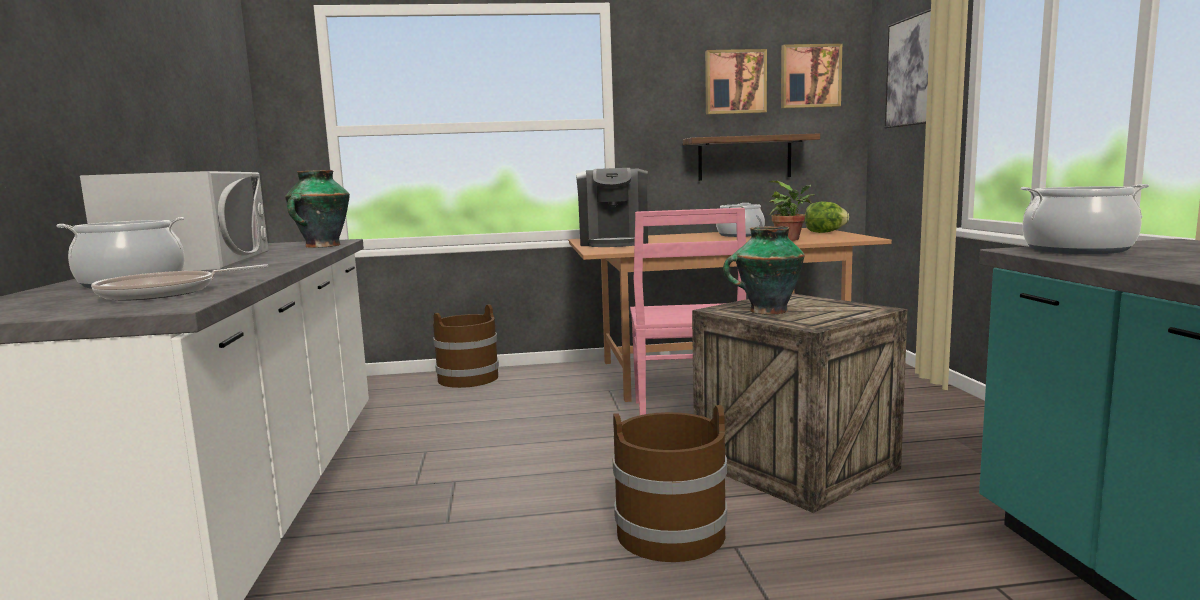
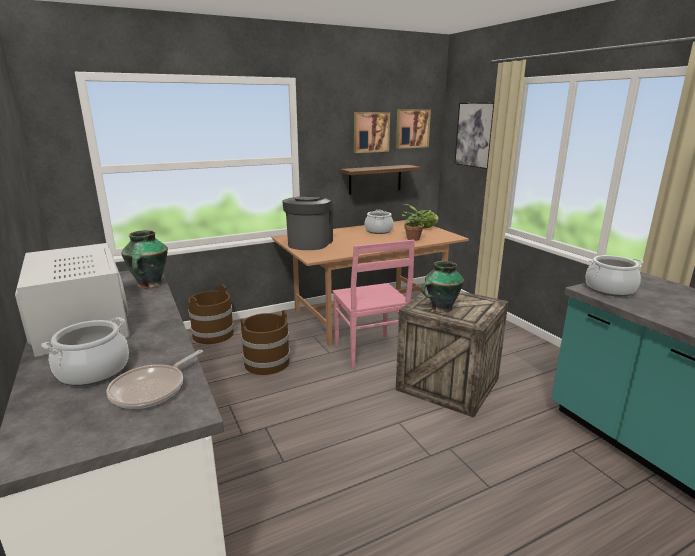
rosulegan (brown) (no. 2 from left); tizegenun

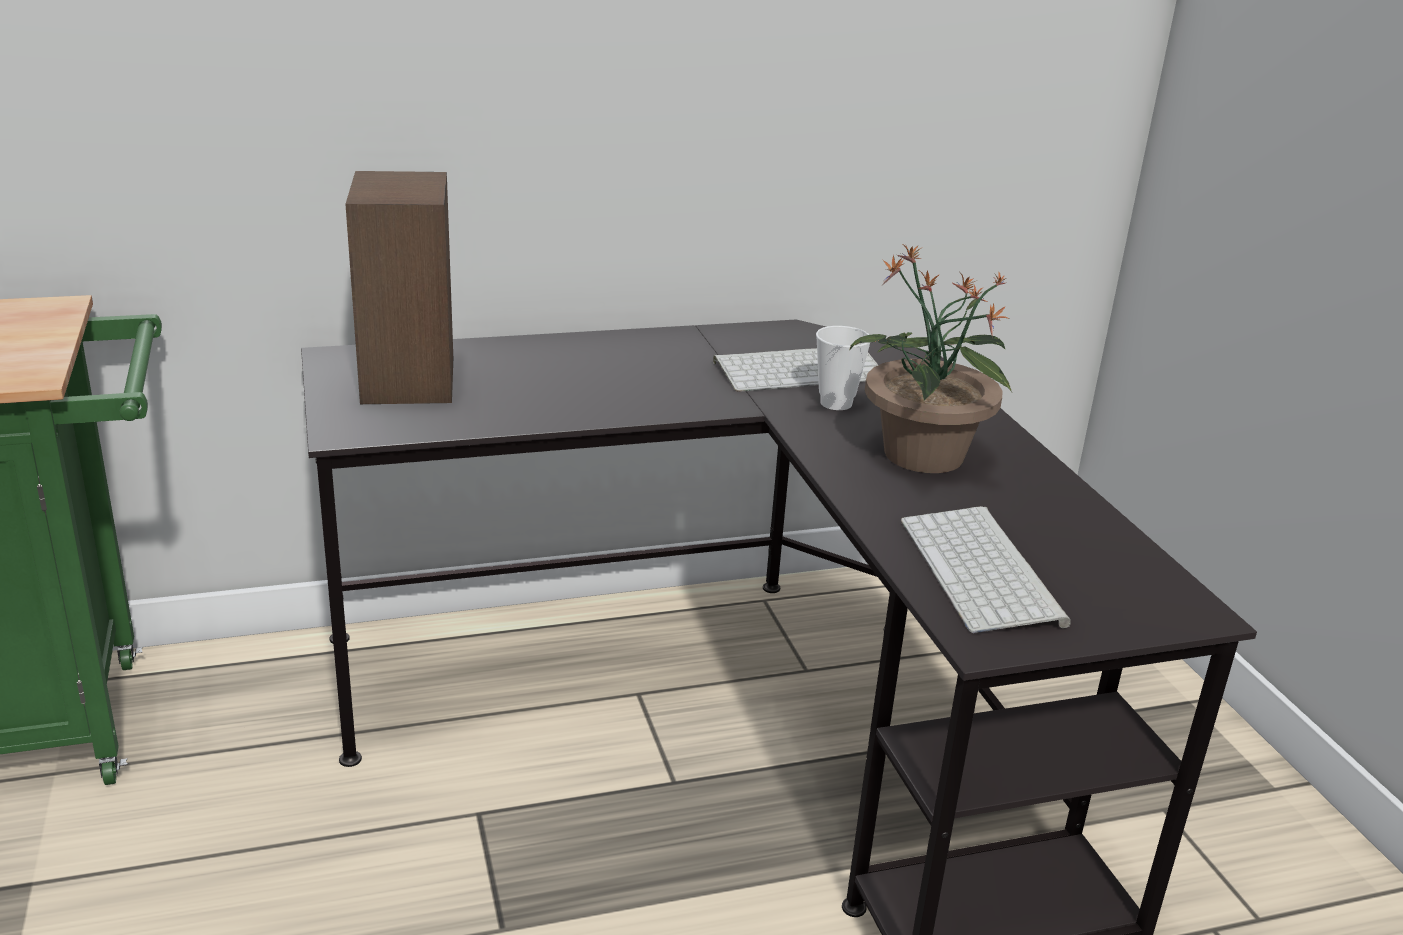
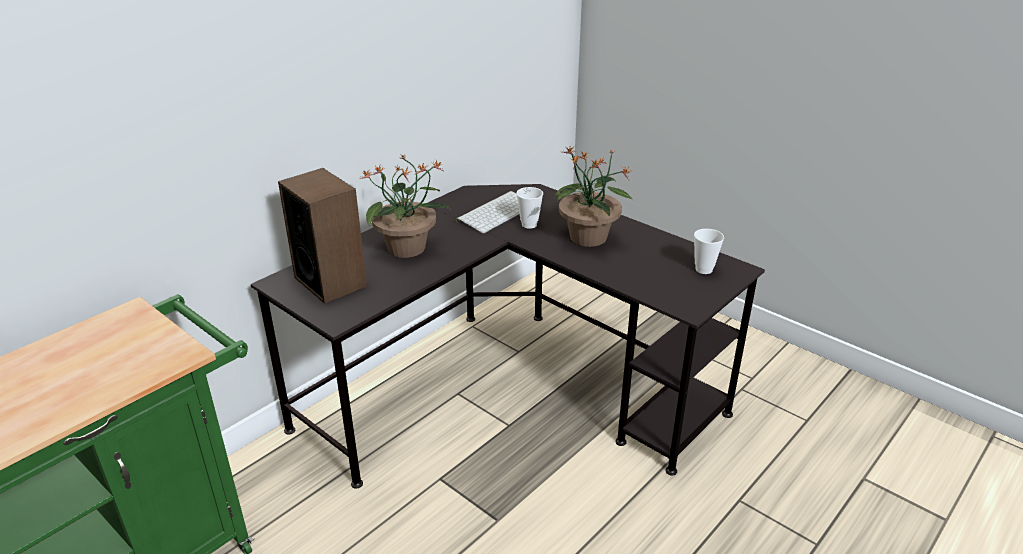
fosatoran (no. 2 from left in the first image); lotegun (no. 1 from left); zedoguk (no. 2 from left)

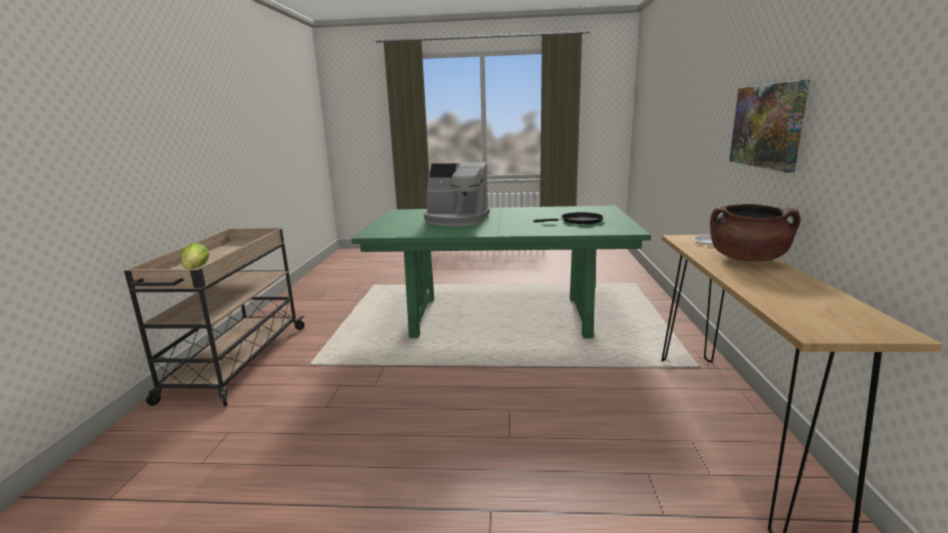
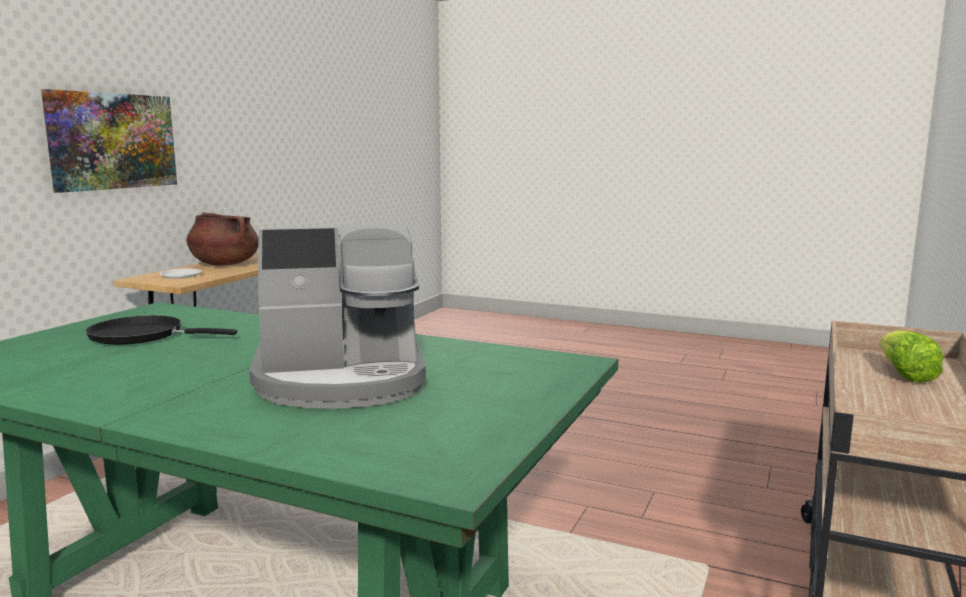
tizegenun

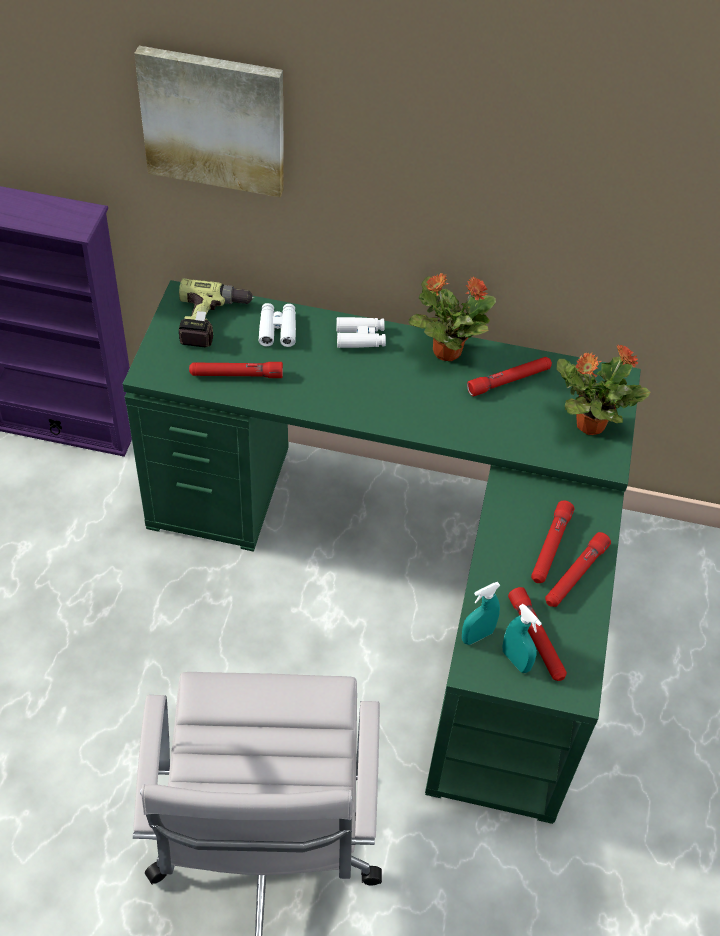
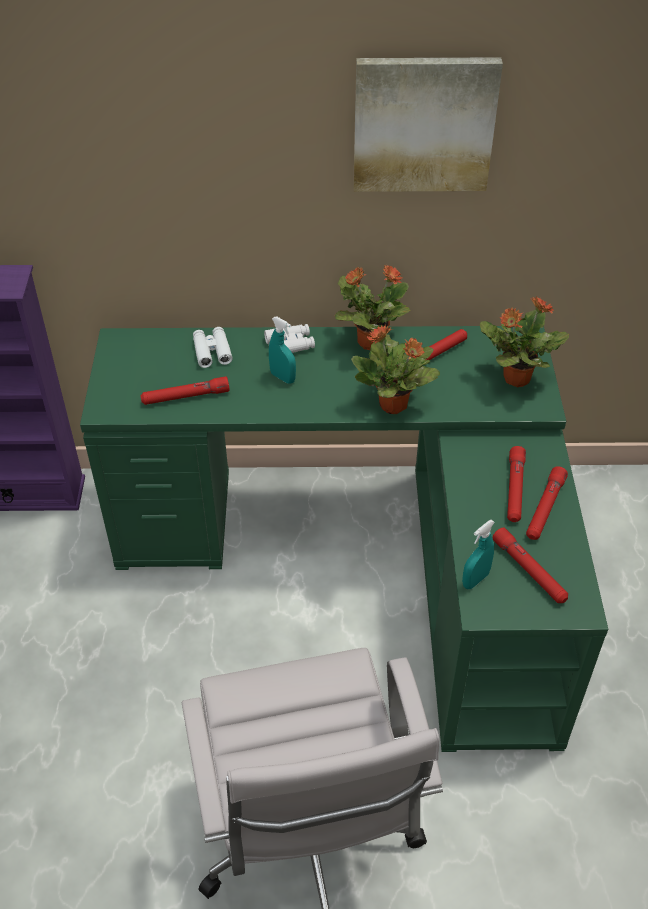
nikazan; lotegun (no. 2 from left); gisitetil; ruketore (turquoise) (no. 1 from left)

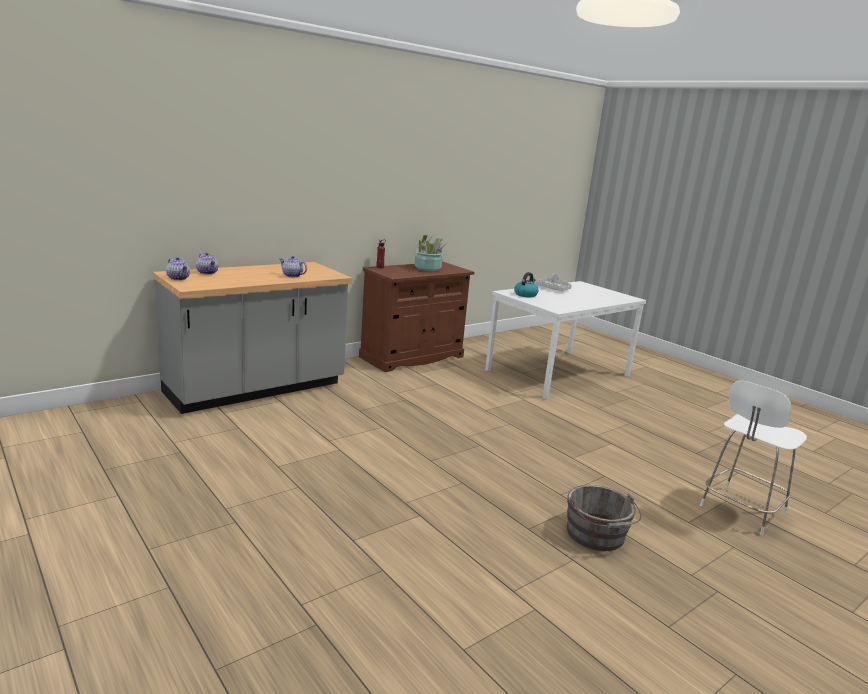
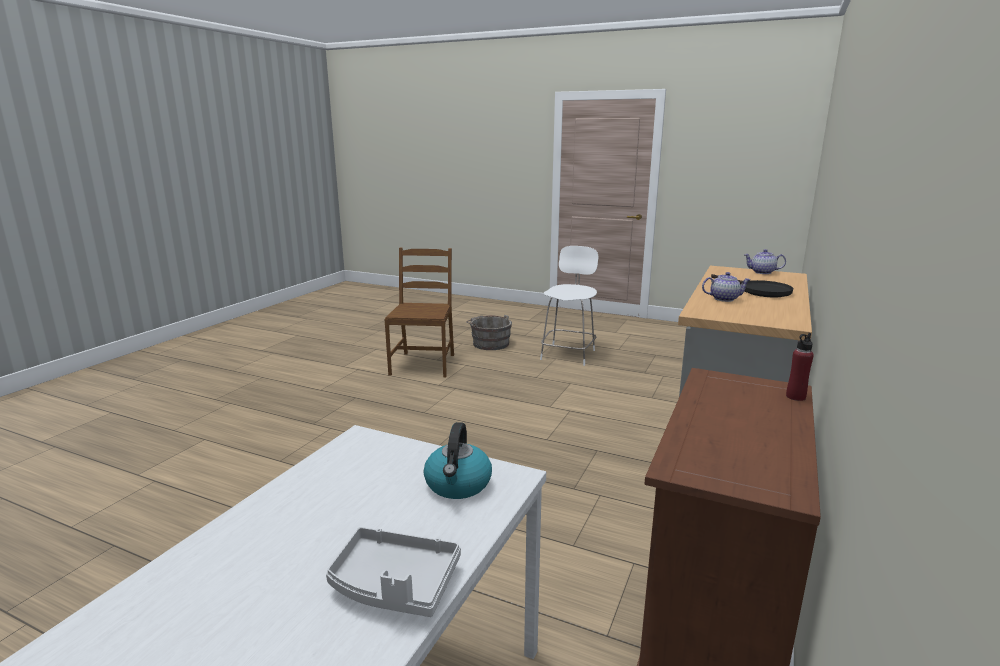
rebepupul (no. 2 from left in the first image); lotegun; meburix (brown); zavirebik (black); rosulegan (grey); meburix (white)

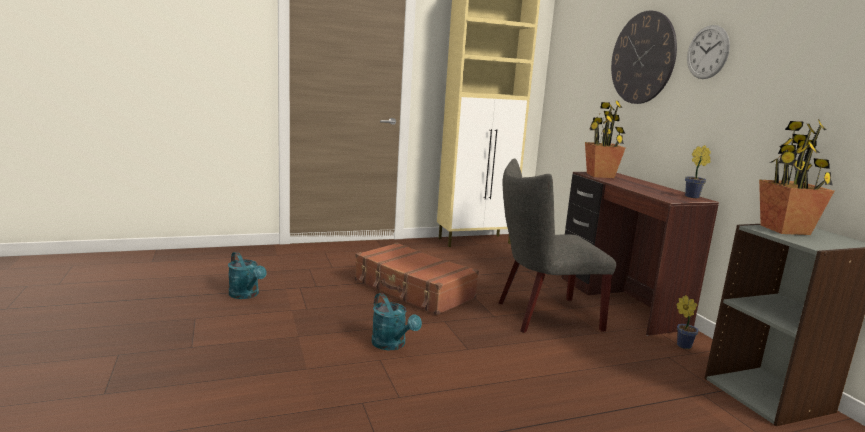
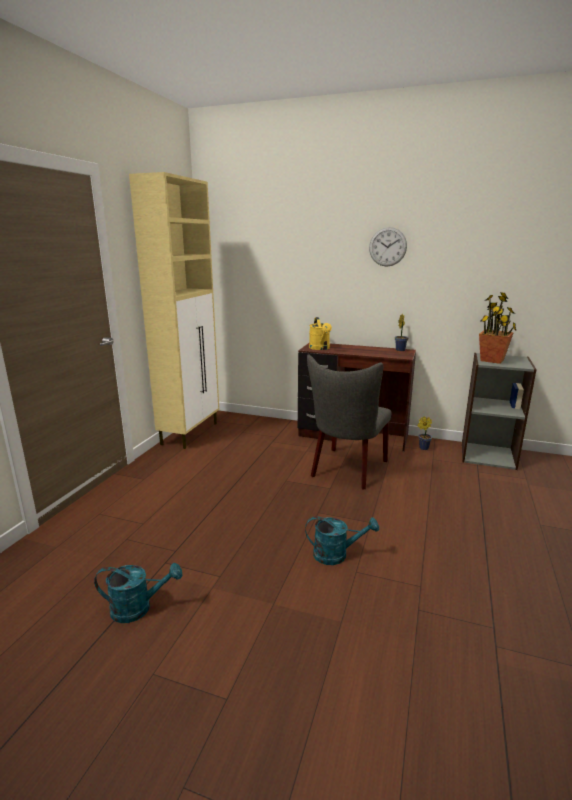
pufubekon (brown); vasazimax (no. 1 from left in the first image); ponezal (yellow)

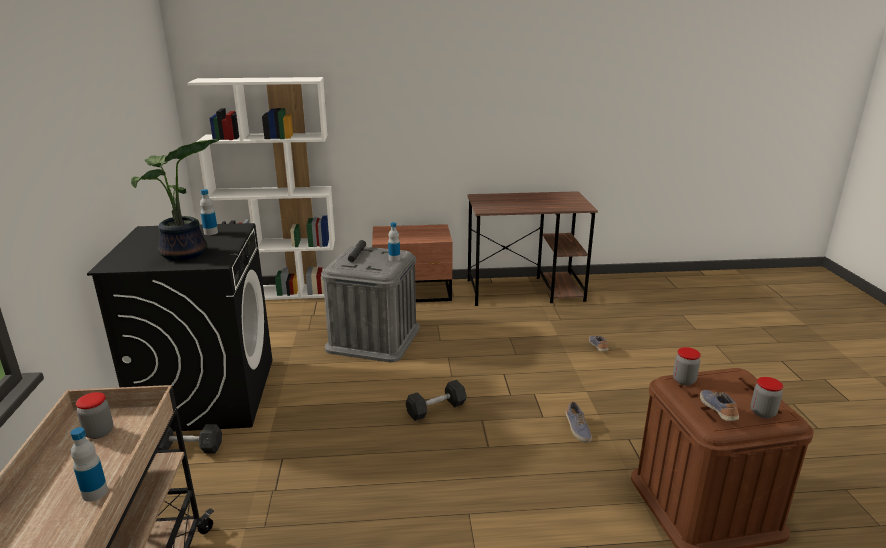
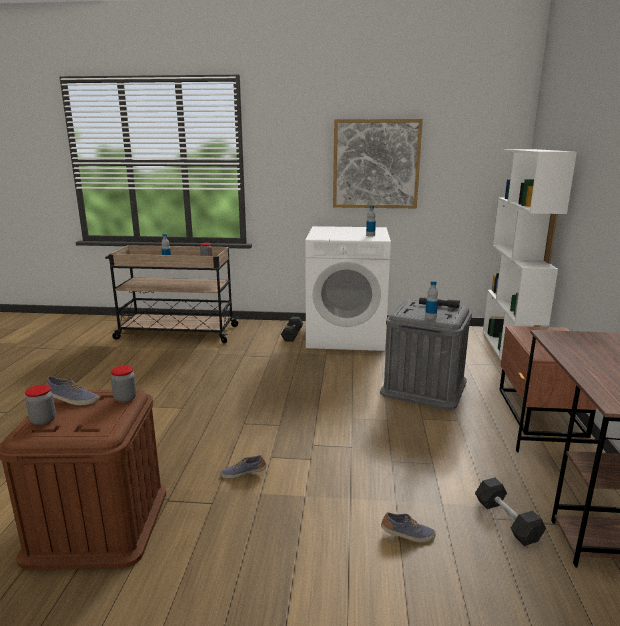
lotegun; gisitetil; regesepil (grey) (no. 2 from left); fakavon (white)

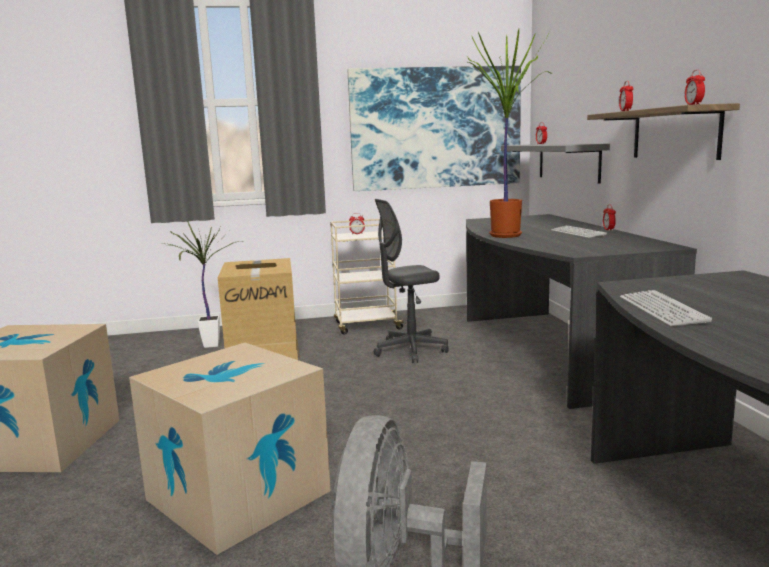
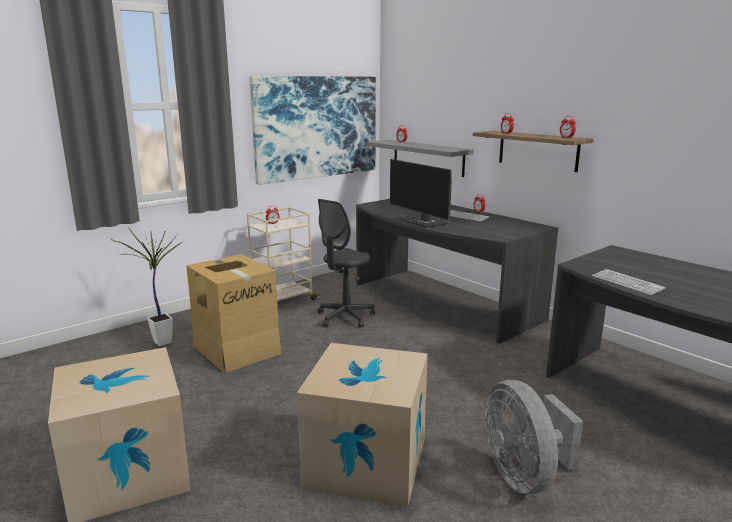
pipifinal

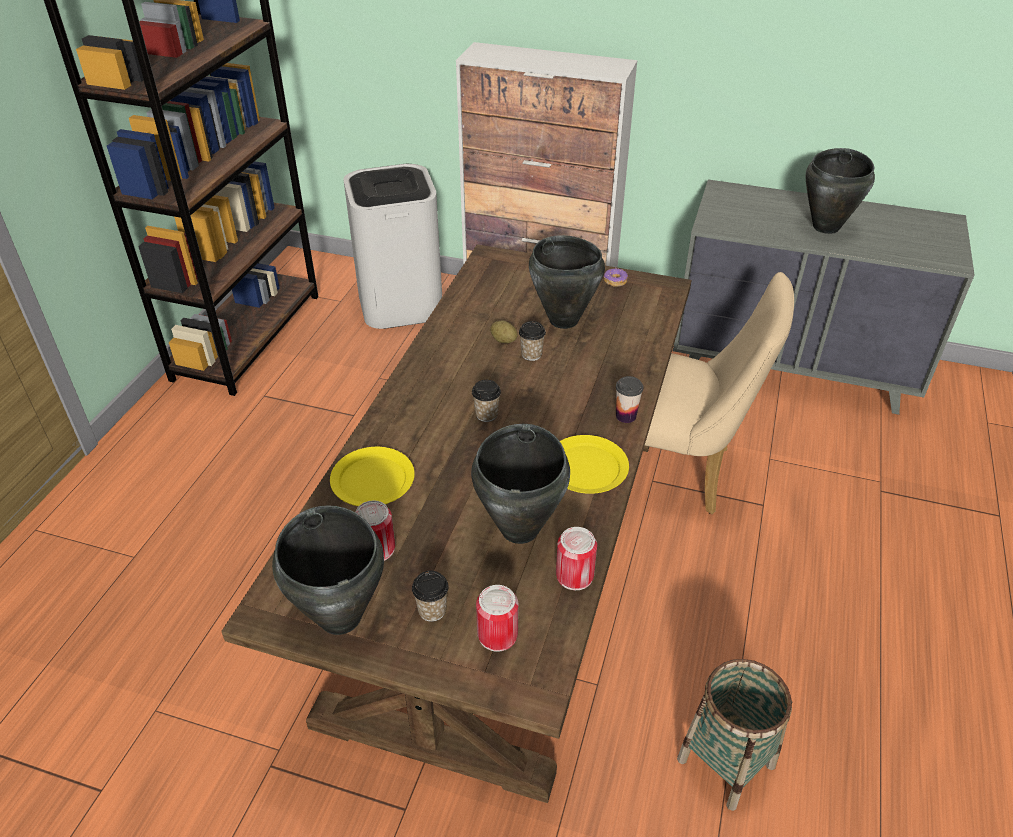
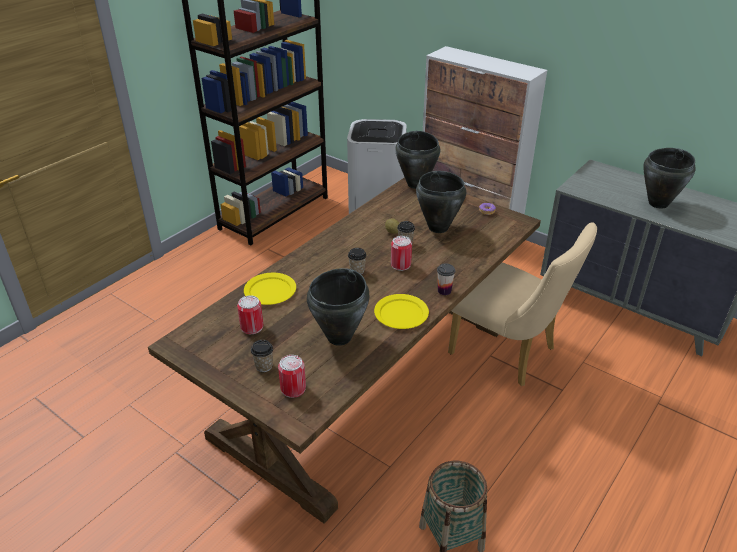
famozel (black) (no. 2 from left); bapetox (no. 3 from left)

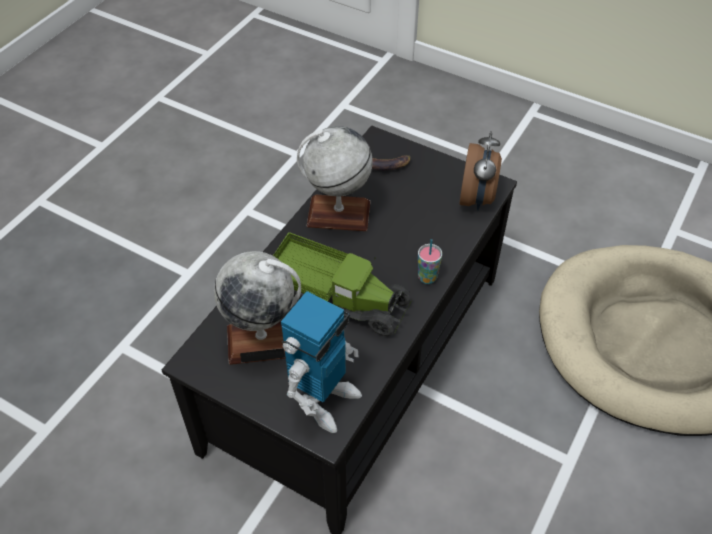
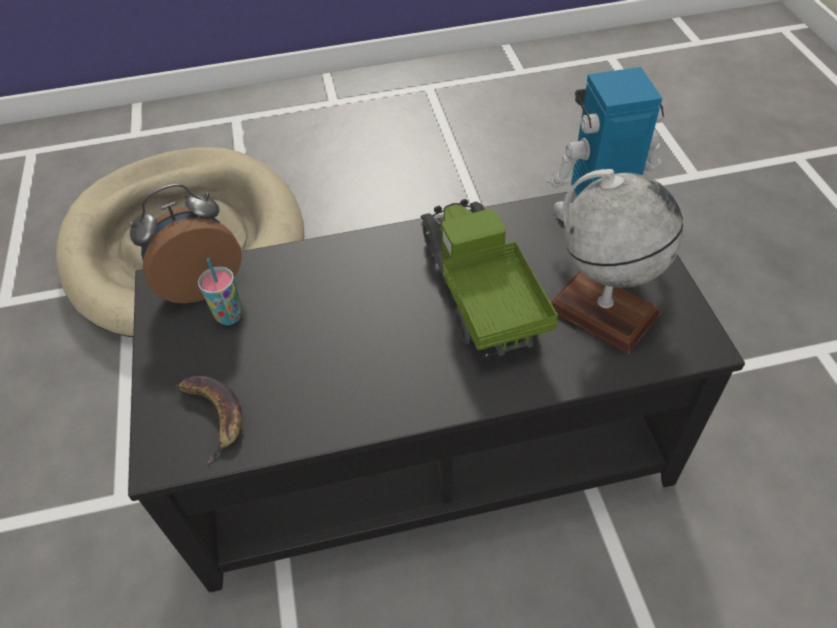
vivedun (no. 2 from left in the first image); zedoguk

